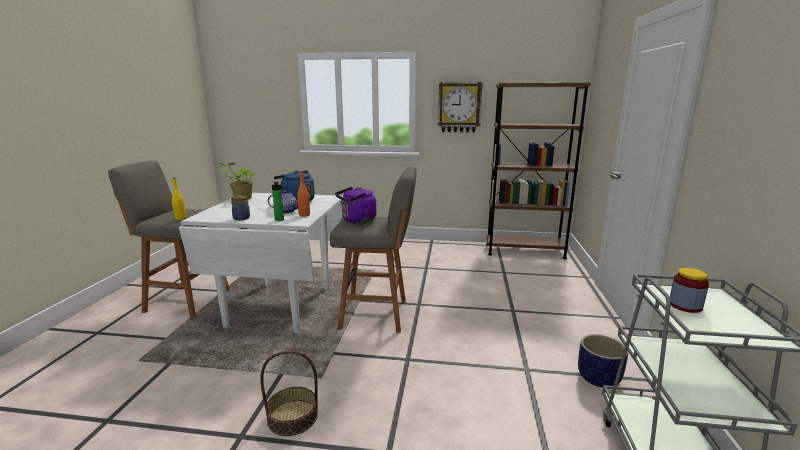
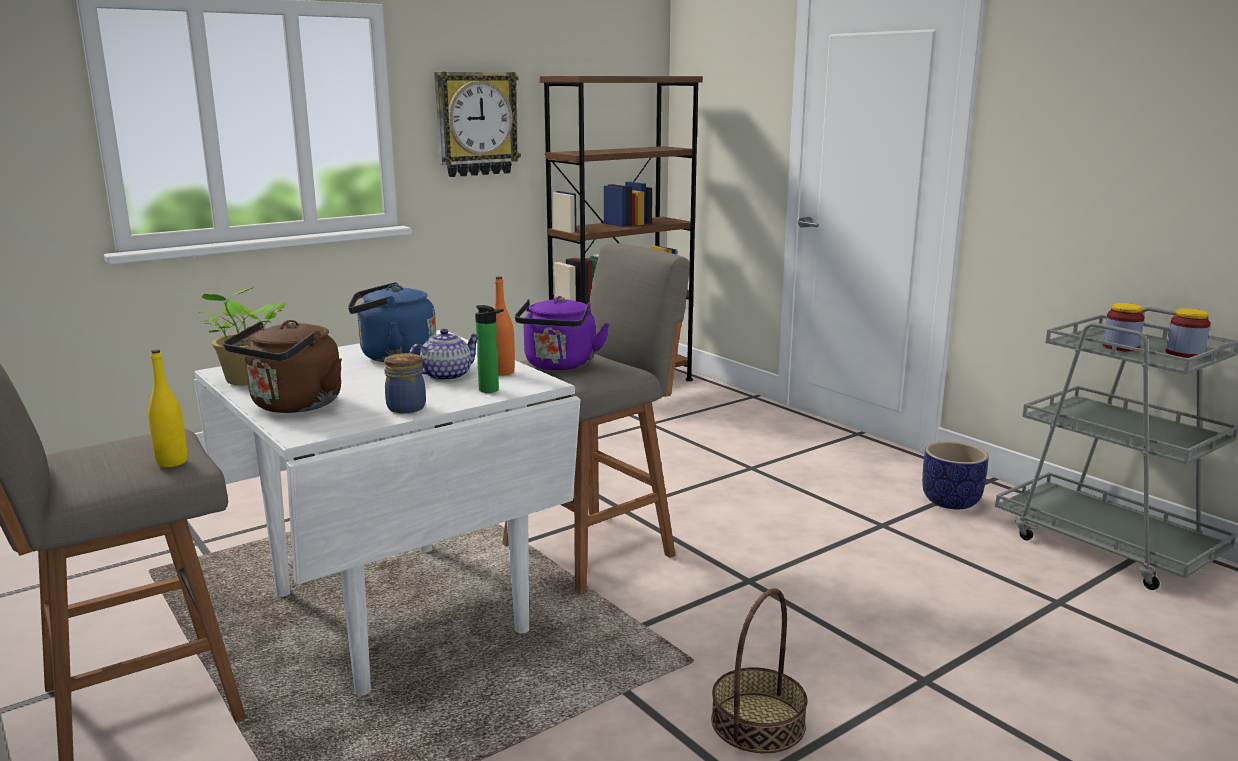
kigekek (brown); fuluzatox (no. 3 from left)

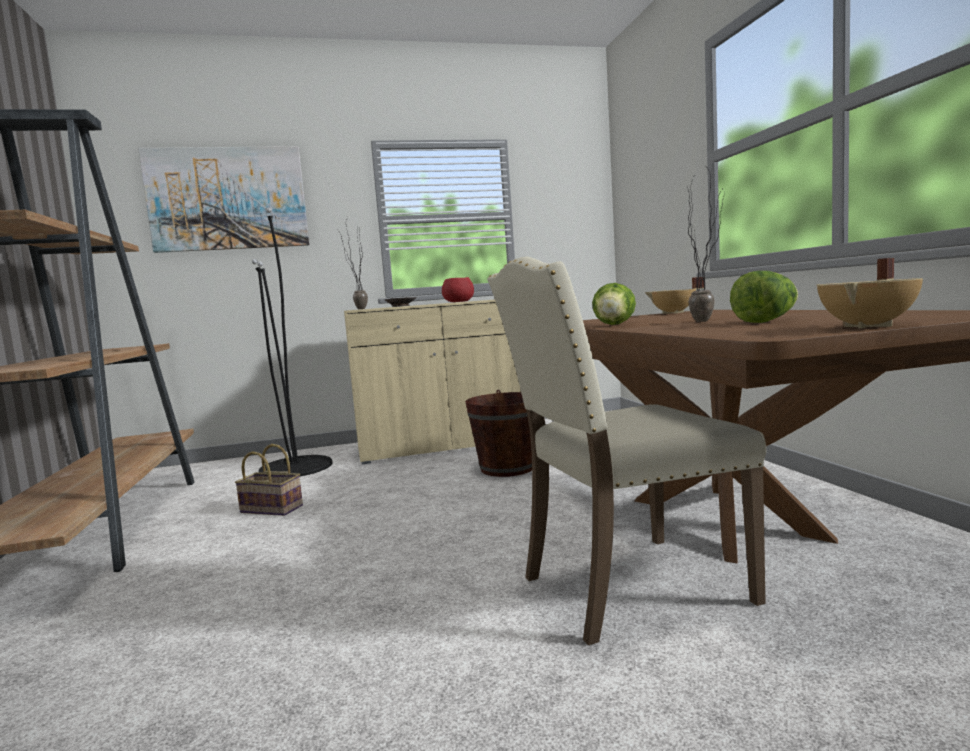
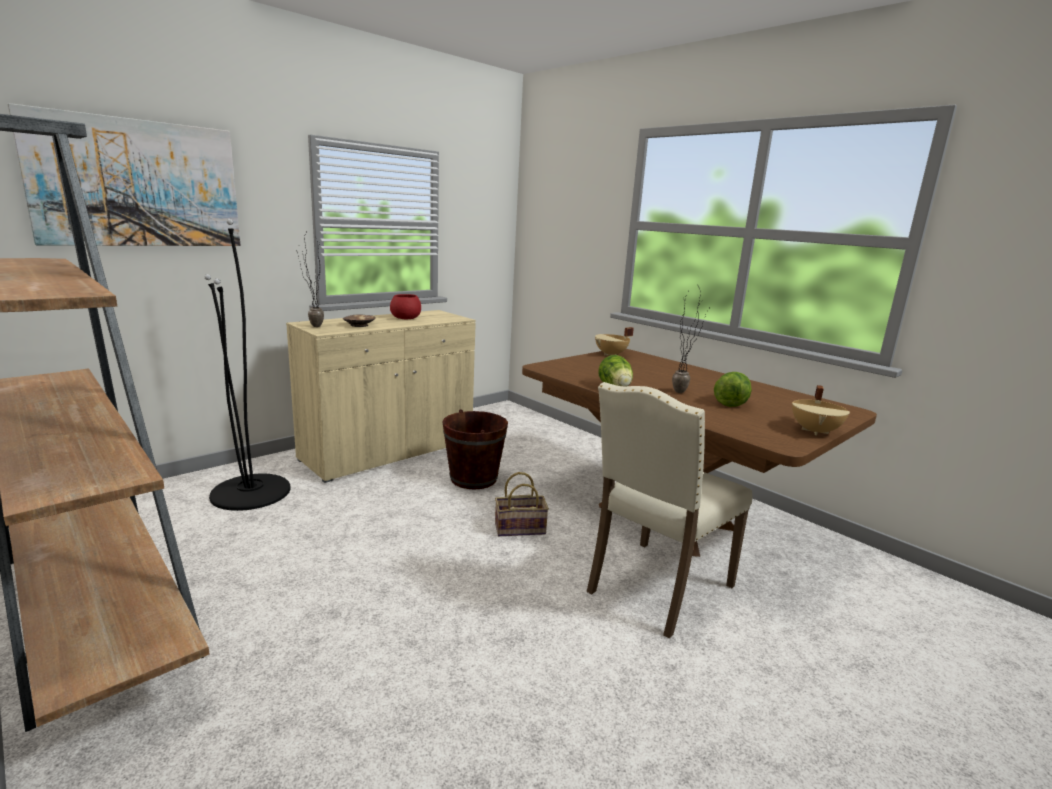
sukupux

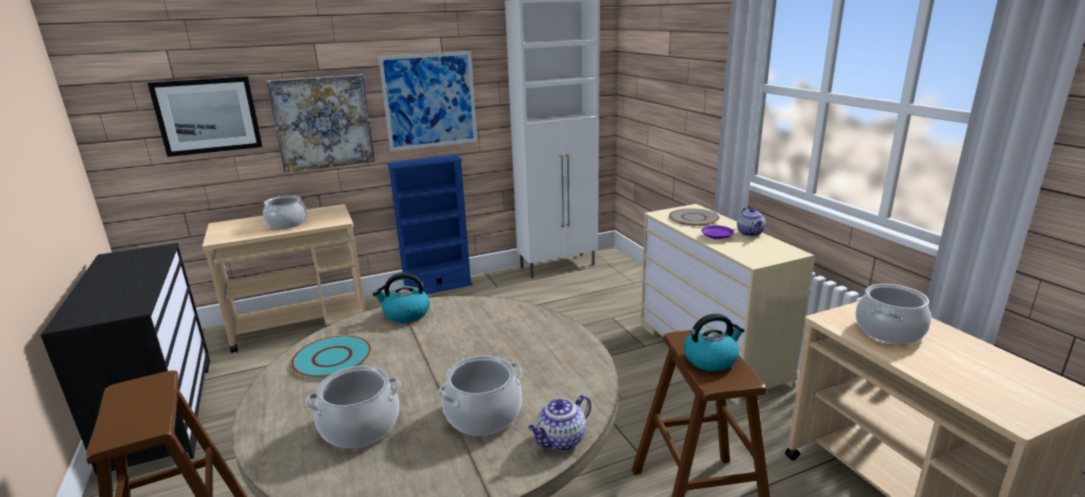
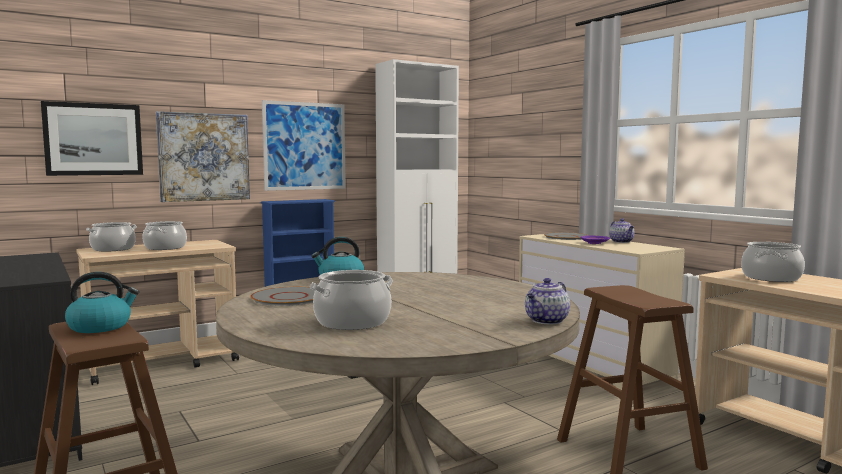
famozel (no. 1 from left); kigekek (no. 1 from left); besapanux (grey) (no. 1 from left)

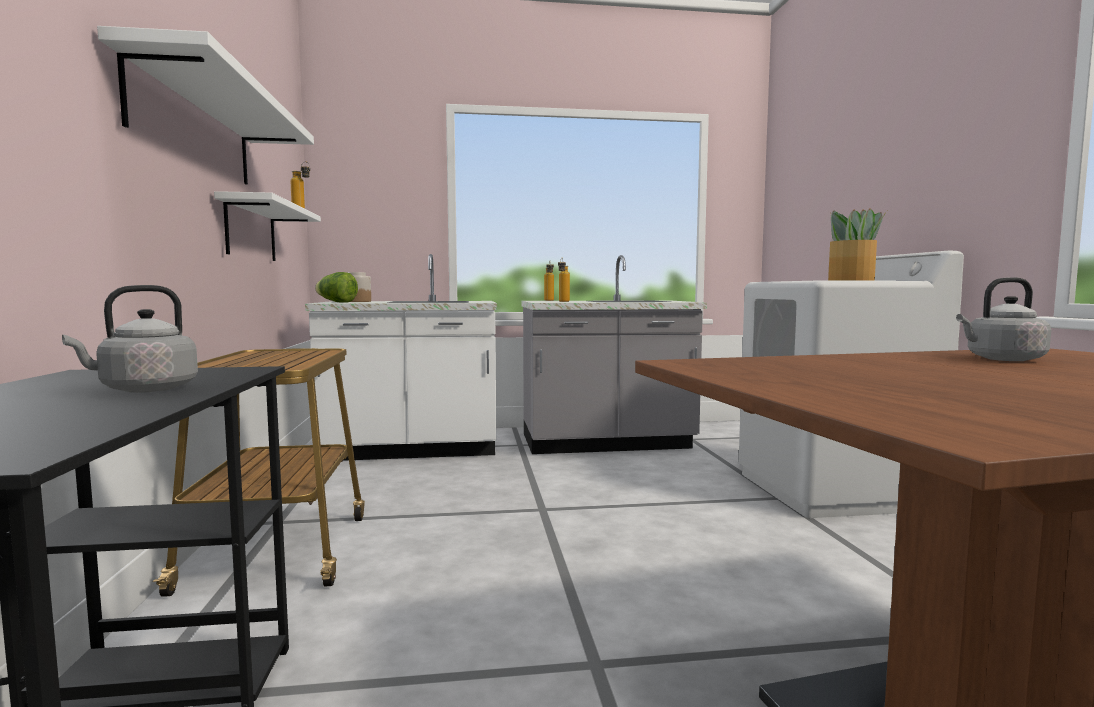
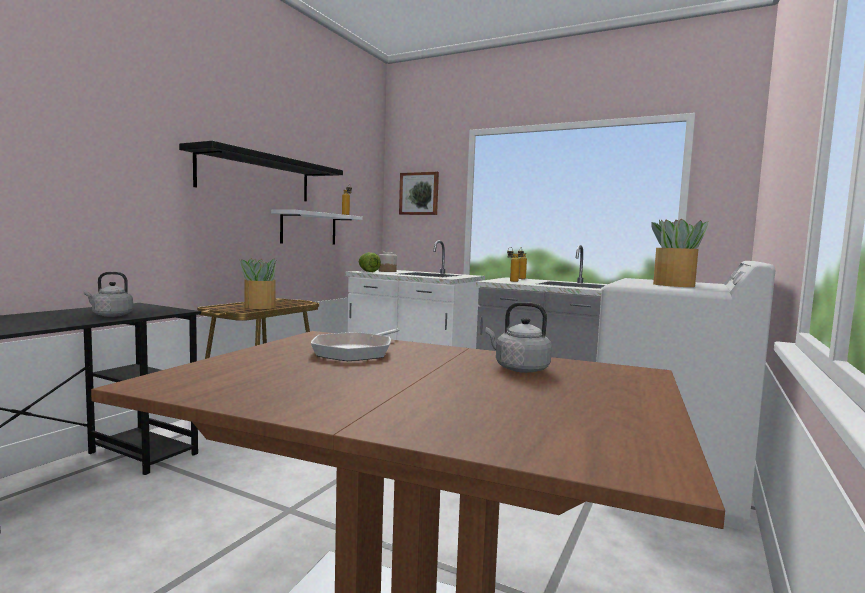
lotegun (no. 1 from left); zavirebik; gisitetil; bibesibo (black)

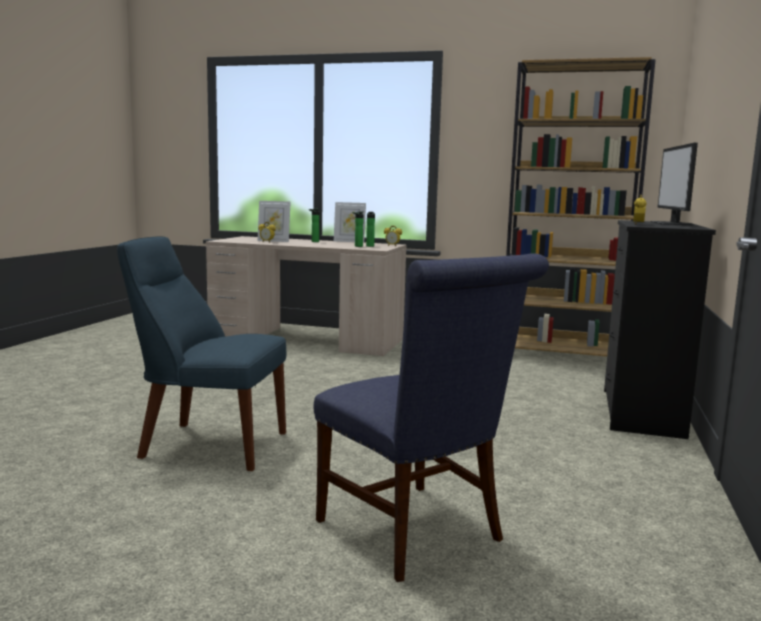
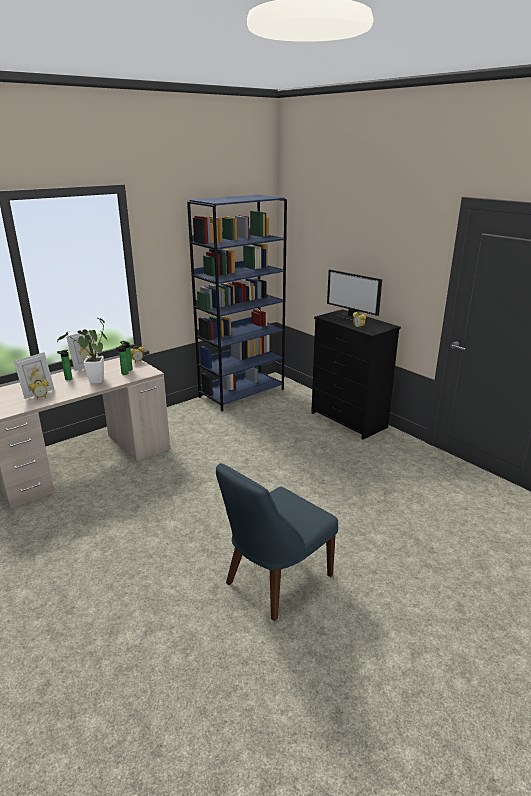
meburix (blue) (no. 2 from left in the first image); lotegun; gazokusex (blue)

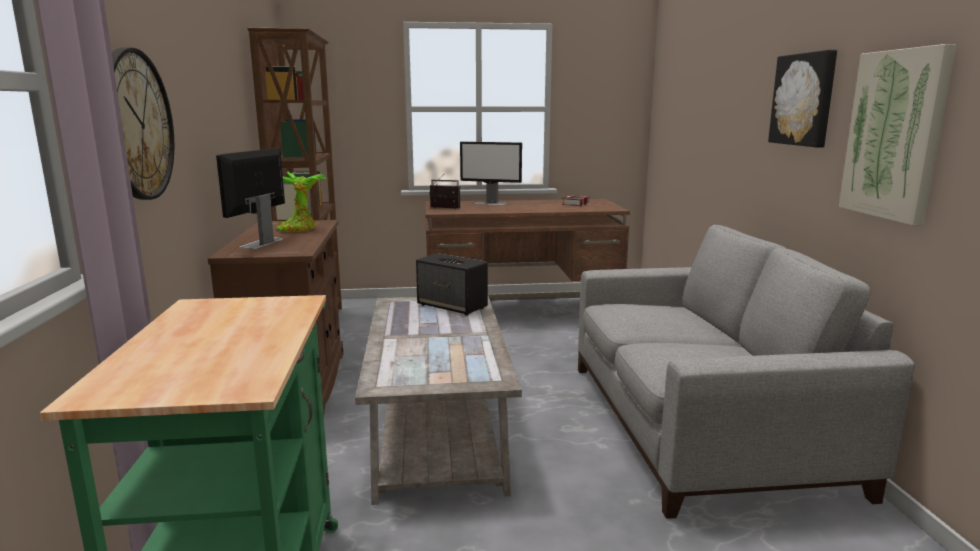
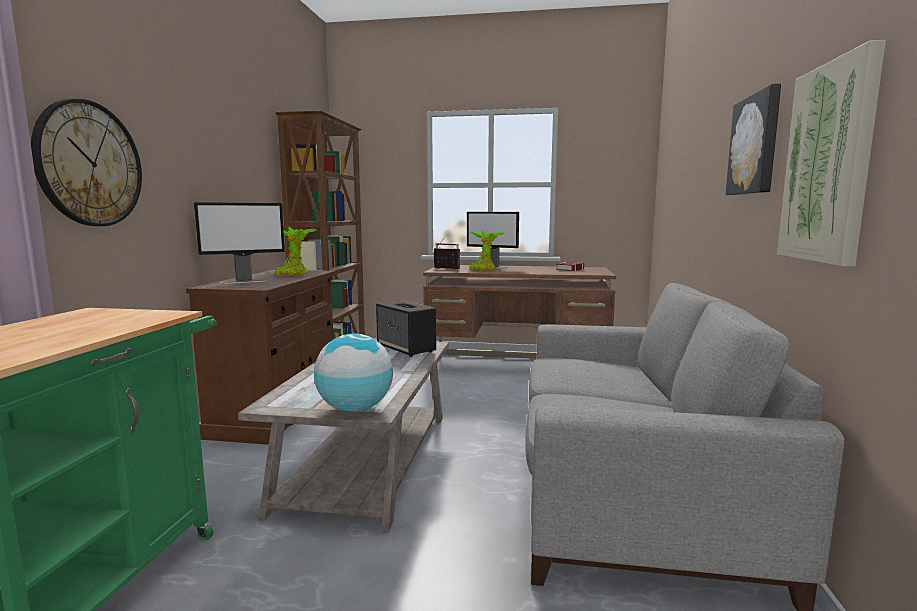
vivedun; lotegun (no. 2 from left); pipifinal (no. 1 from left)

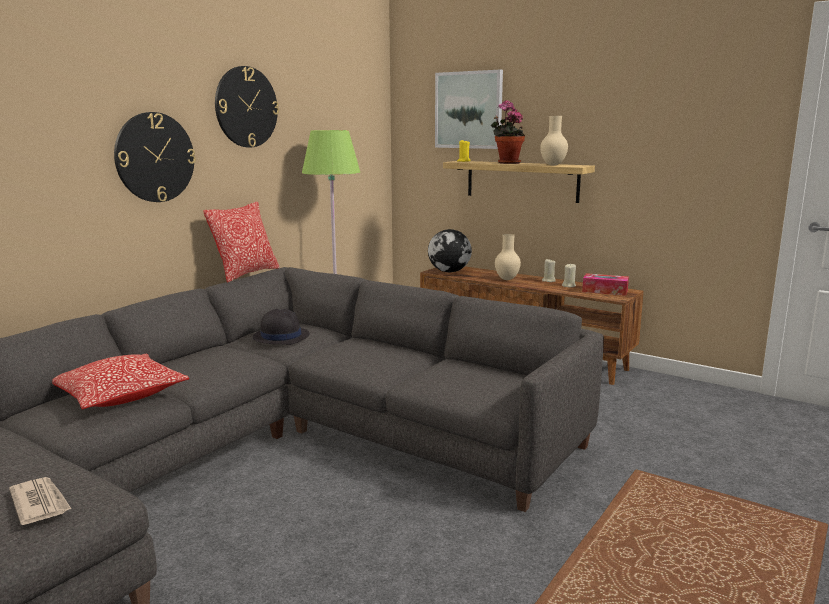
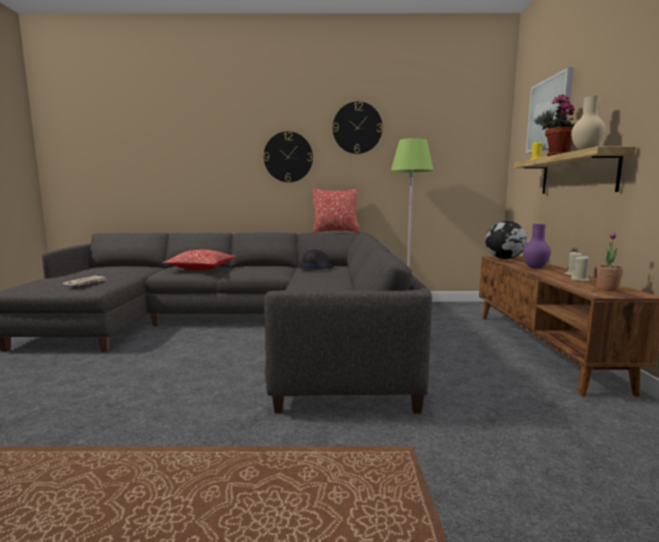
lotegun (no. 2 from left); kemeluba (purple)

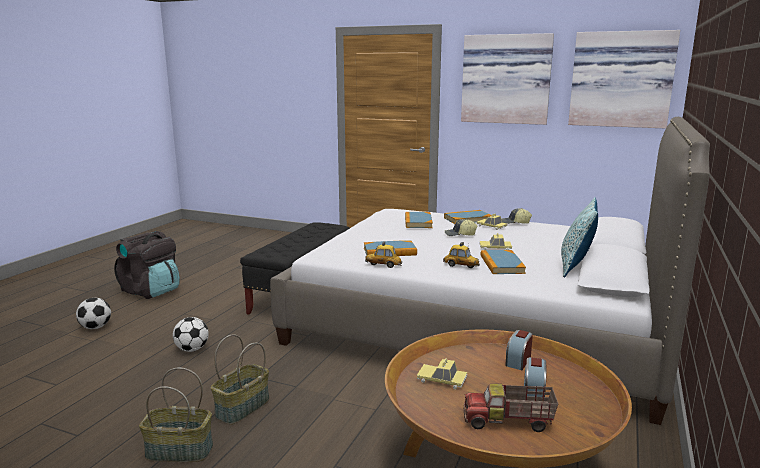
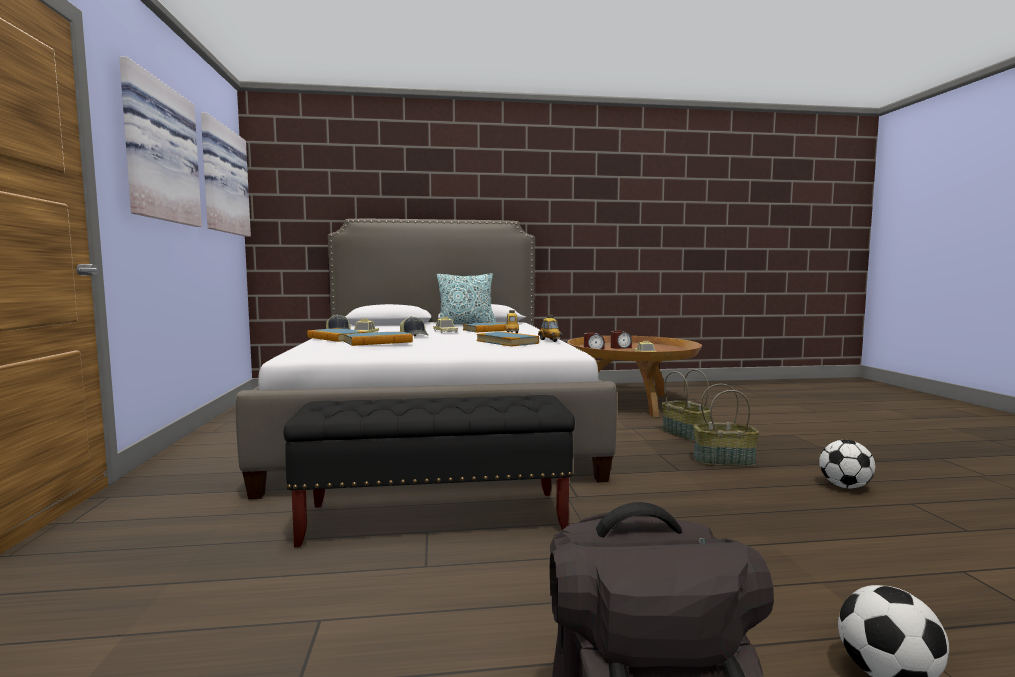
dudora; sukupux (no. 1 from left); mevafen (no. 1 from left)

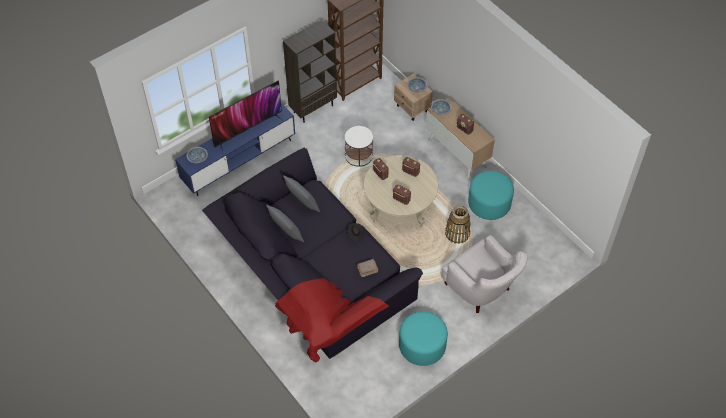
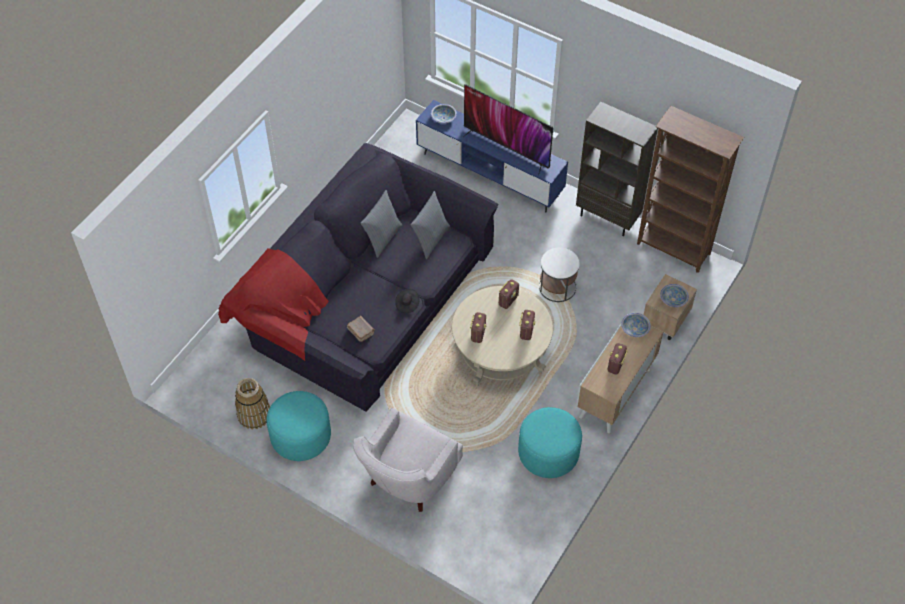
sukupux

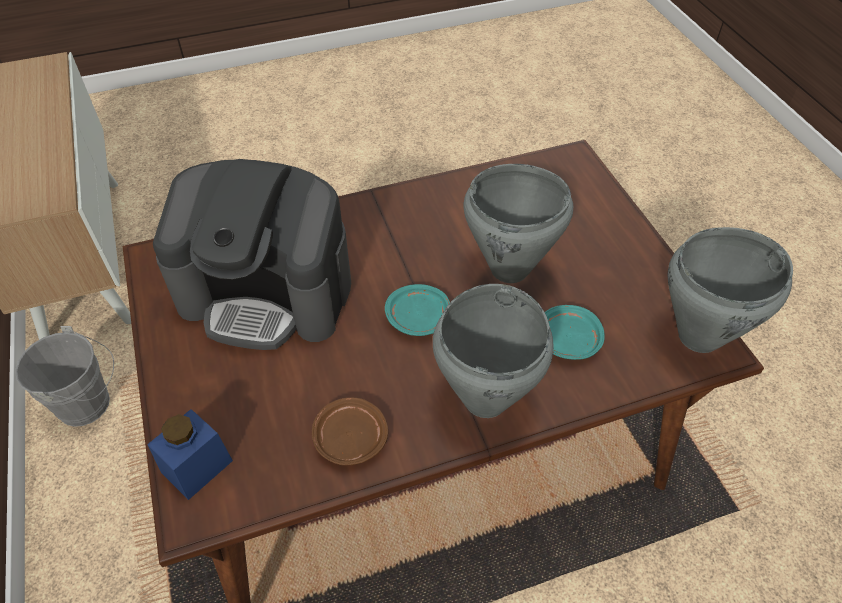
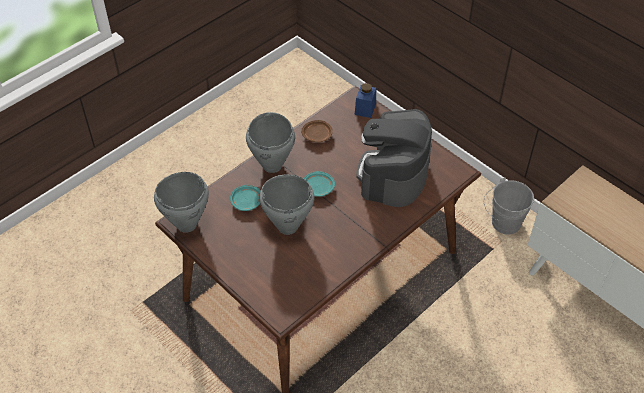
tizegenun

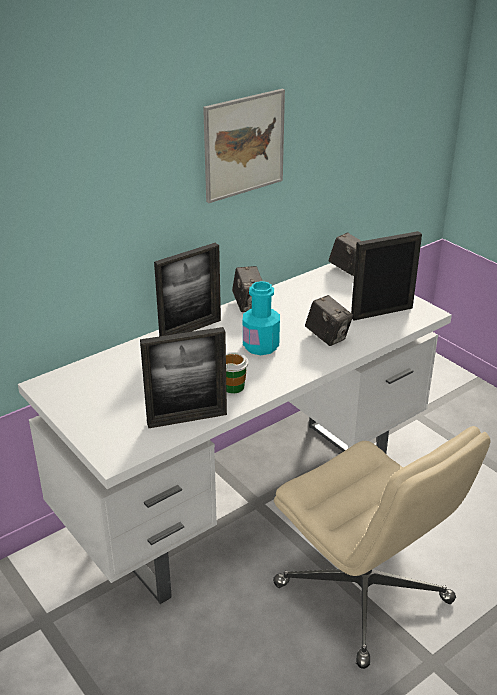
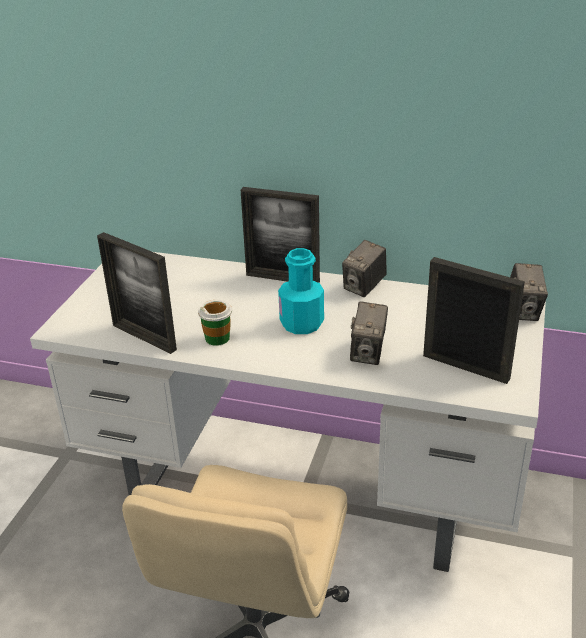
gisitetil

